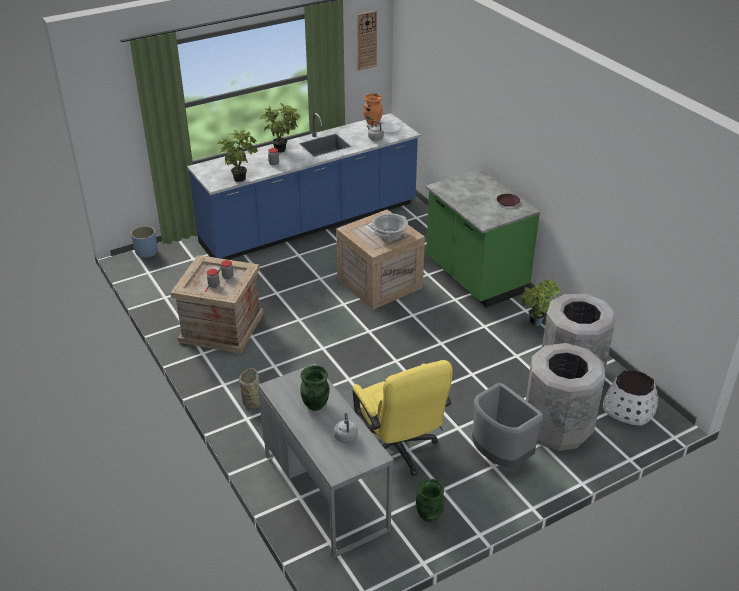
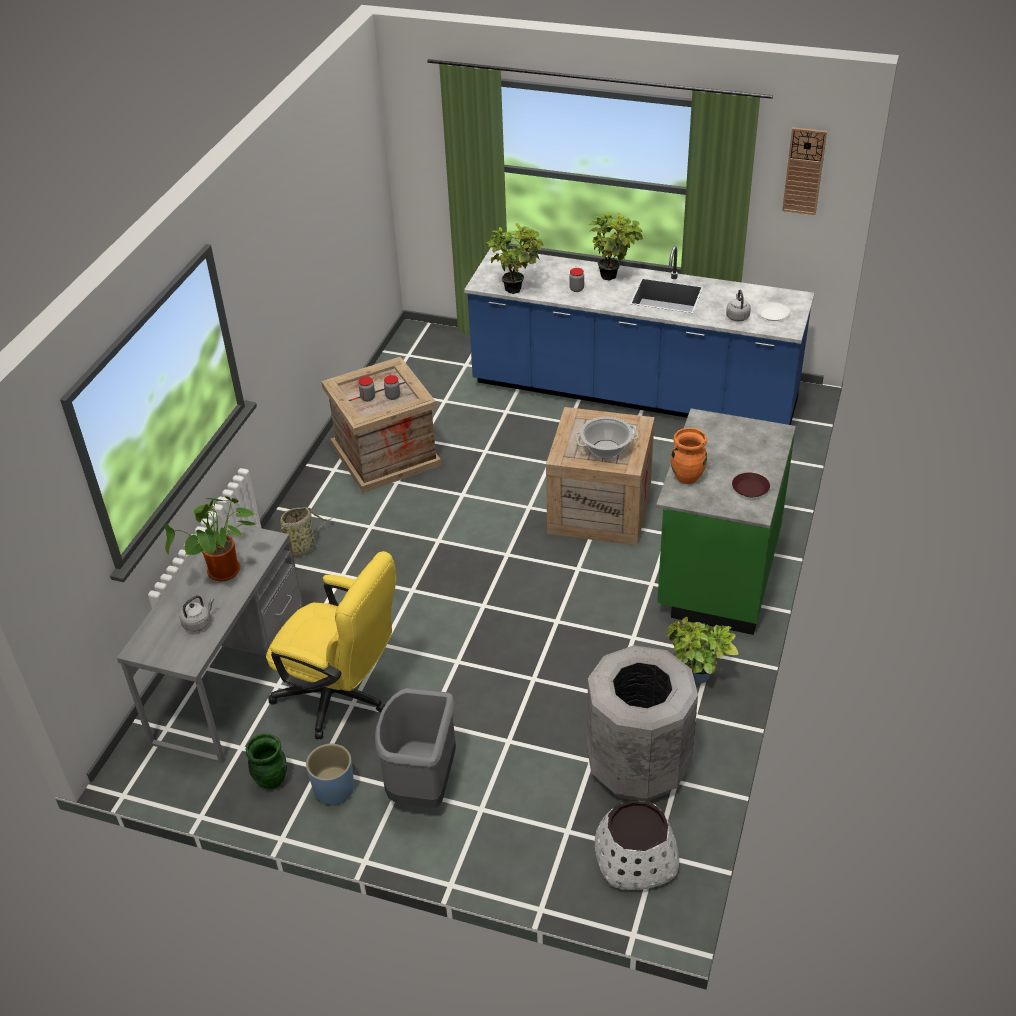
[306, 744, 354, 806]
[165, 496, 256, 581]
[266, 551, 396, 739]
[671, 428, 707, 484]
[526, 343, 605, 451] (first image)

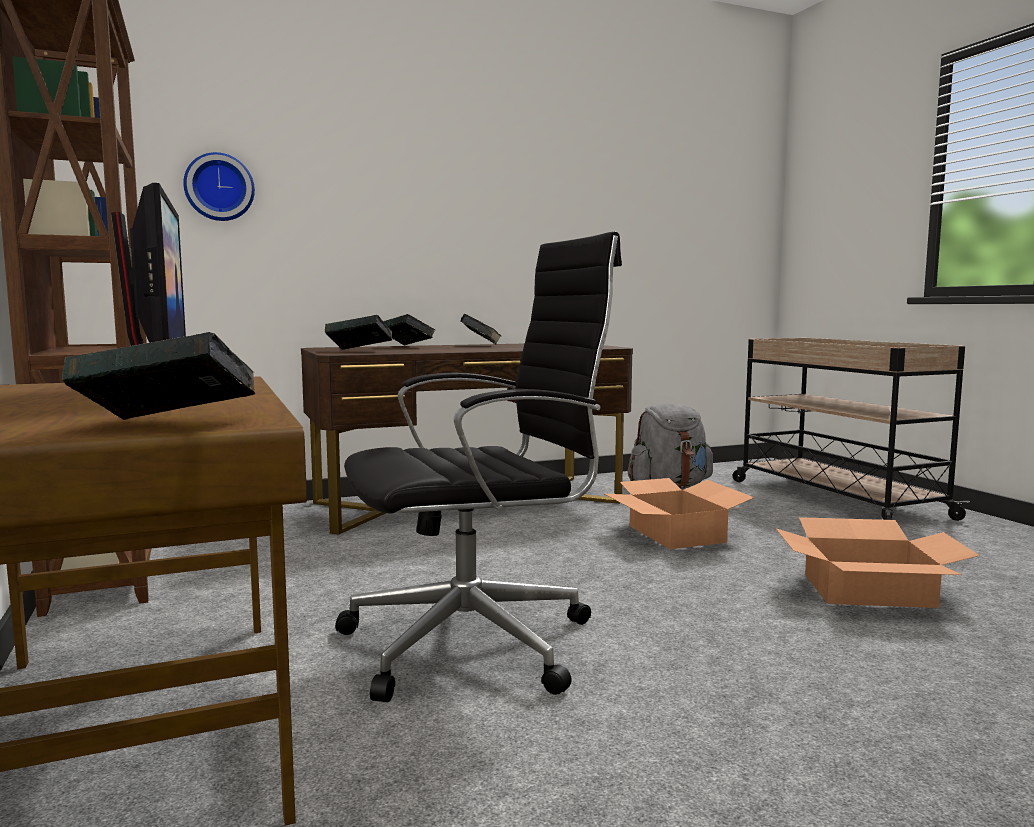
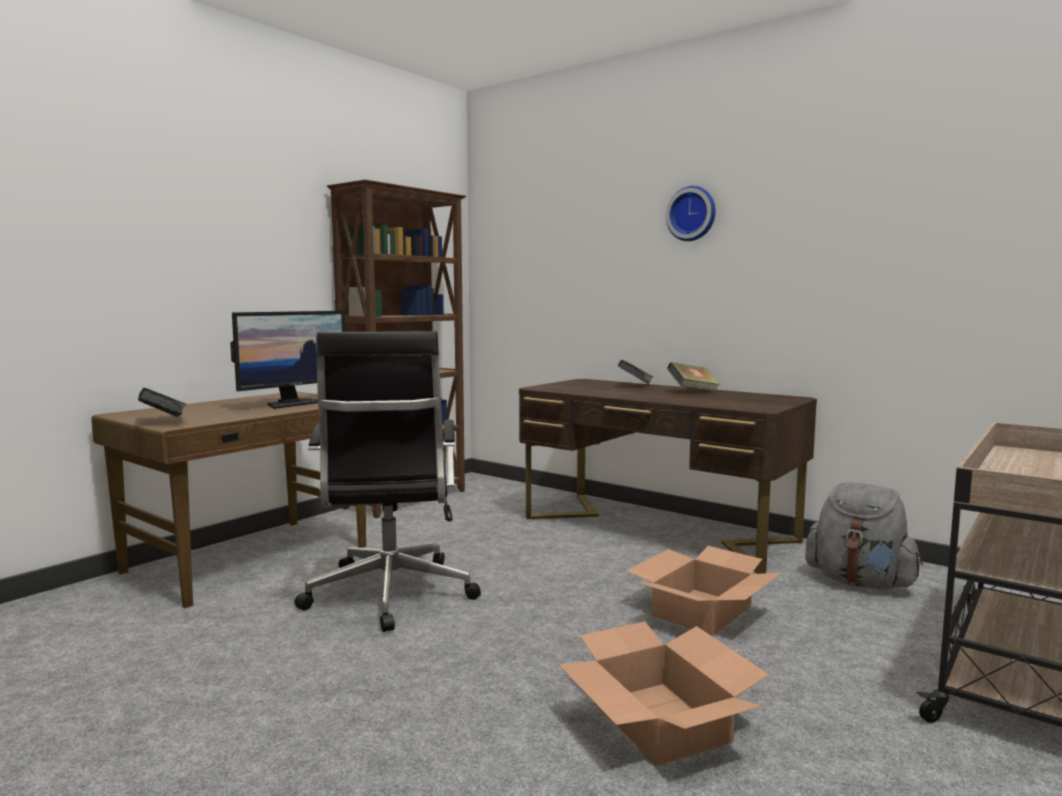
[666, 186, 716, 241]
[325, 315, 392, 350] (first image)
[294, 331, 481, 632]

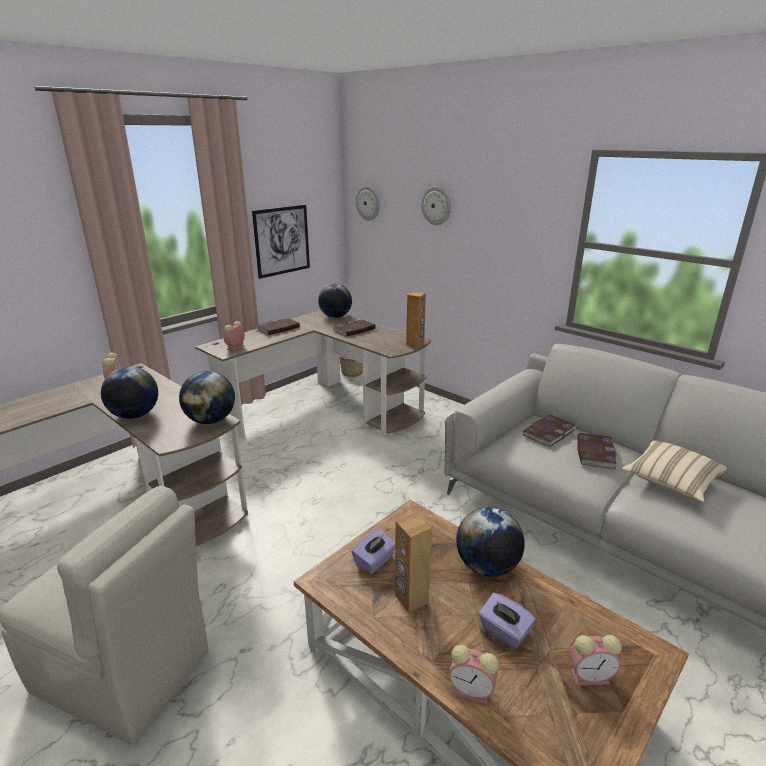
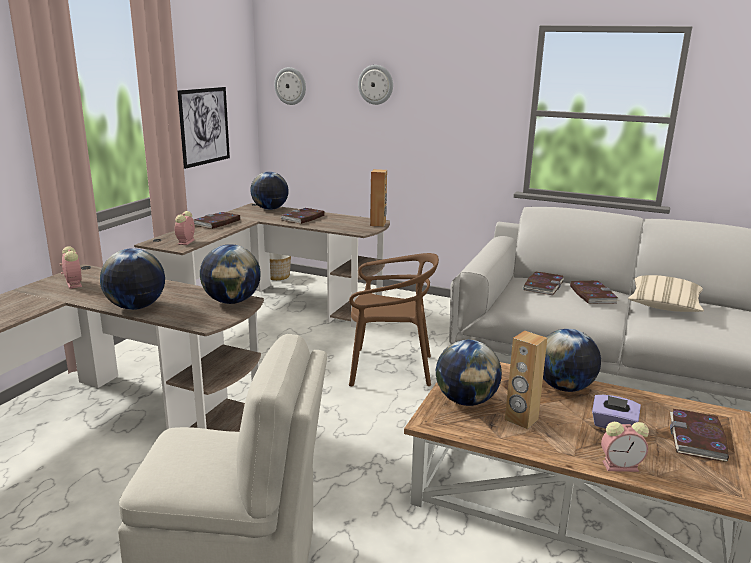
[436, 340, 502, 406]
[670, 409, 729, 462]
[349, 253, 439, 386]

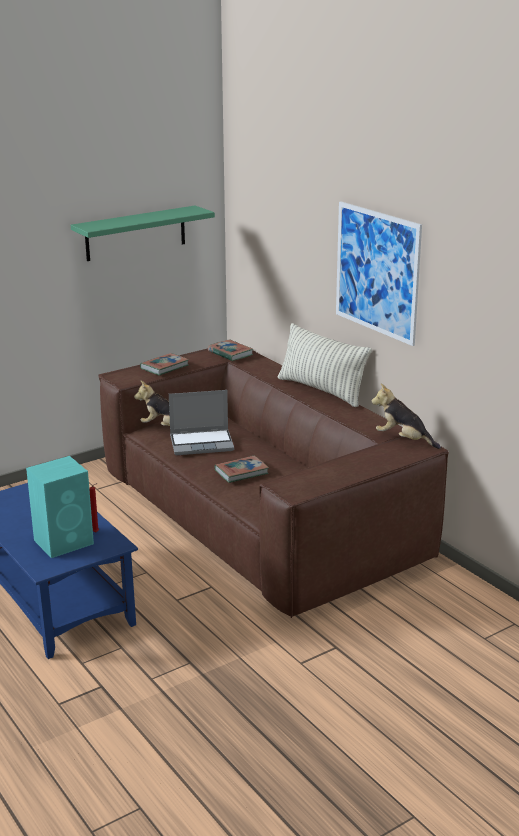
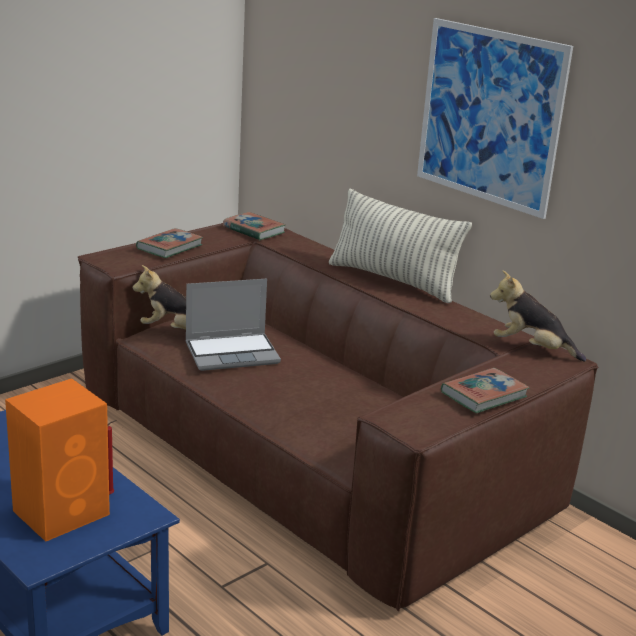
[5, 378, 110, 542]
[71, 206, 215, 261] (first image)
[441, 368, 529, 413]

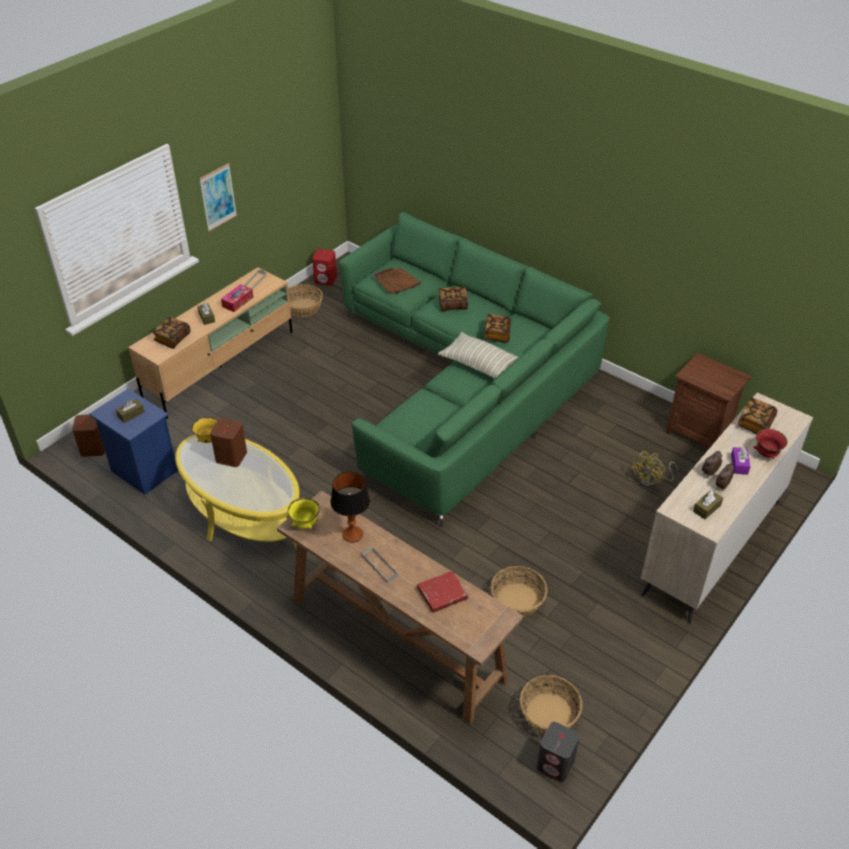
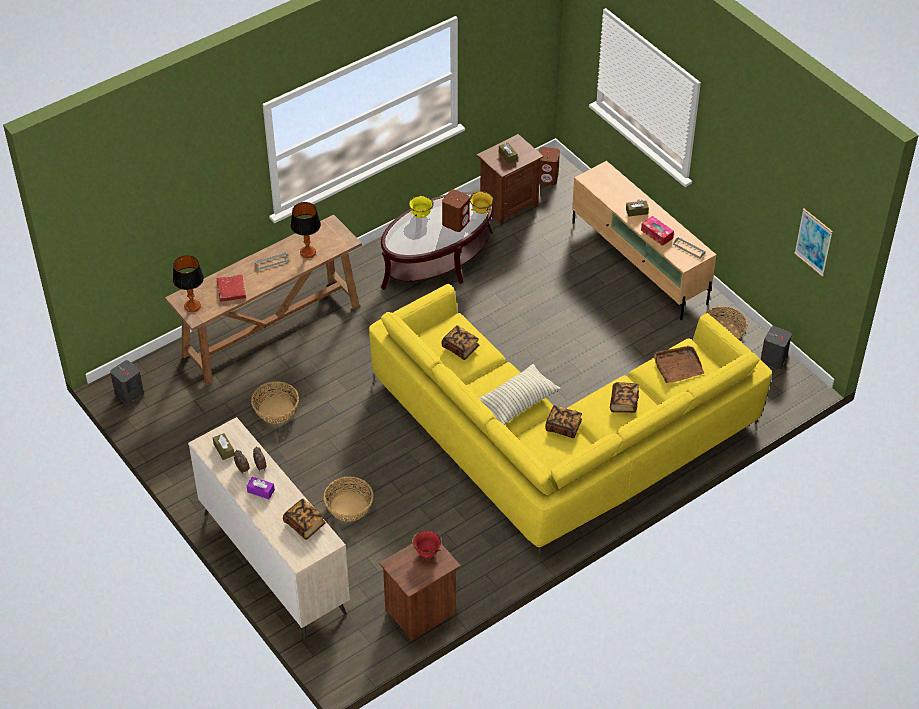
[477, 134, 543, 225]
[441, 325, 479, 360]
[381, 192, 493, 290]
[794, 208, 833, 277]
[409, 196, 434, 218]
[761, 326, 792, 369]
[369, 284, 772, 554]
[323, 477, 373, 522]
[631, 451, 678, 488] (first image)
[412, 530, 442, 560]
[173, 255, 204, 312]

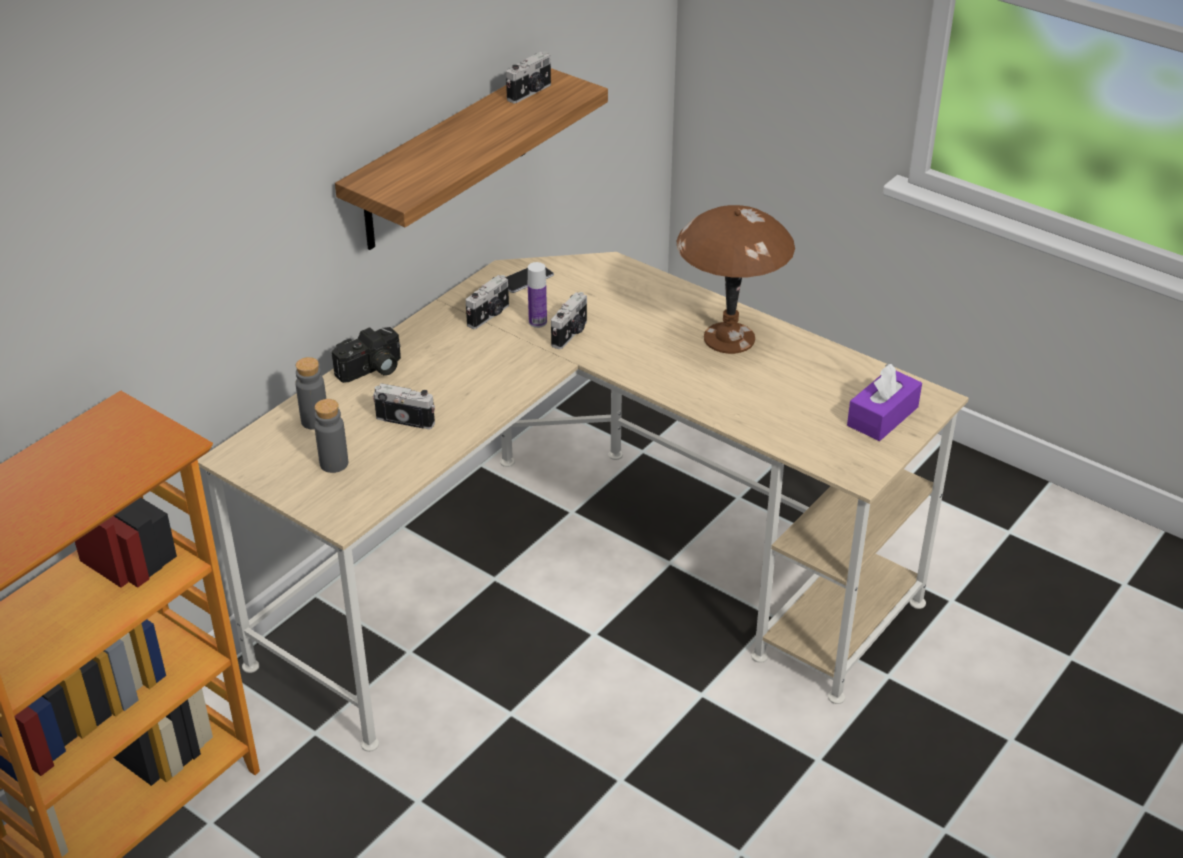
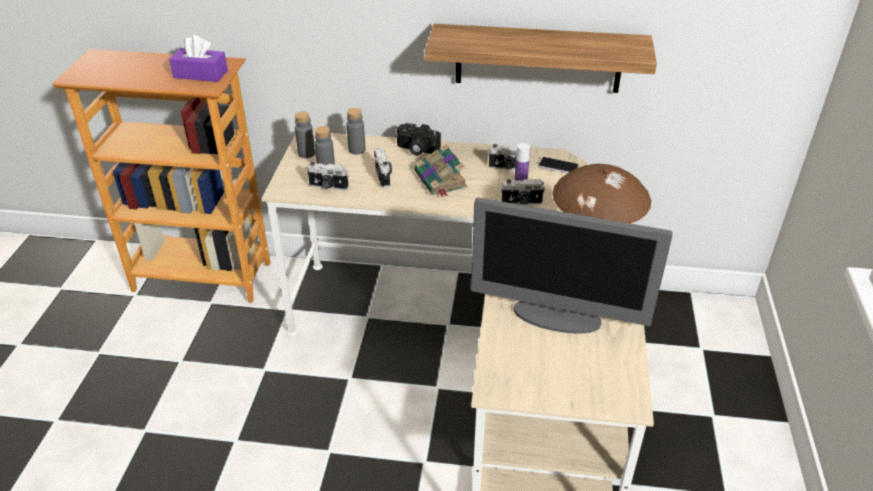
[307, 162, 349, 190]
[169, 35, 228, 82]
[295, 111, 315, 158]
[414, 144, 468, 197]
[471, 198, 673, 334]

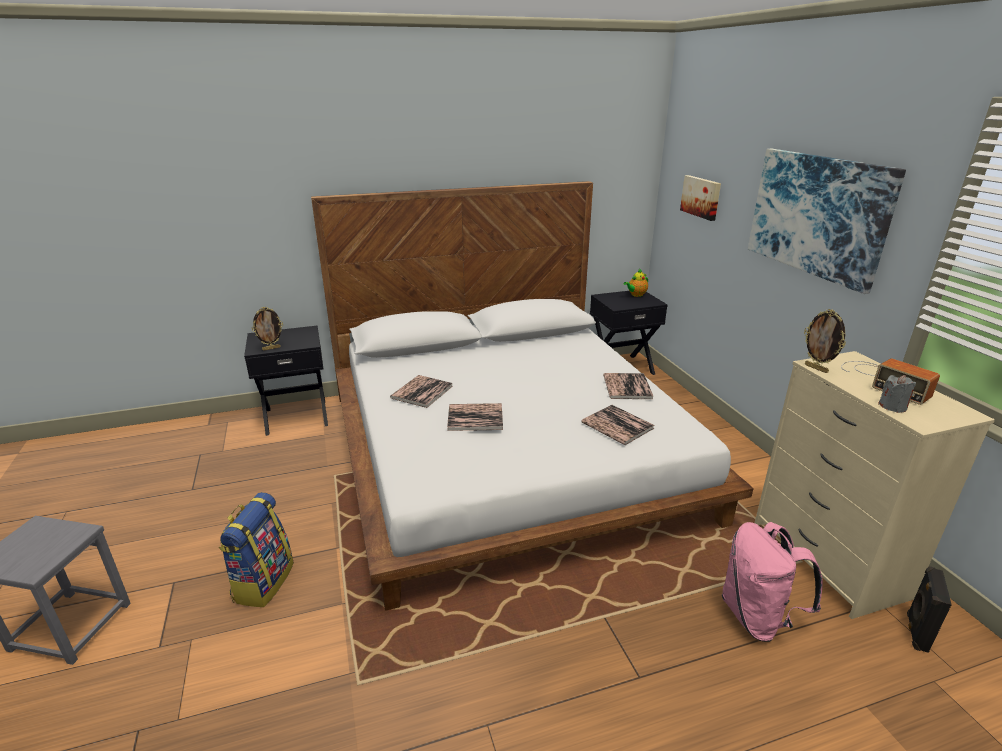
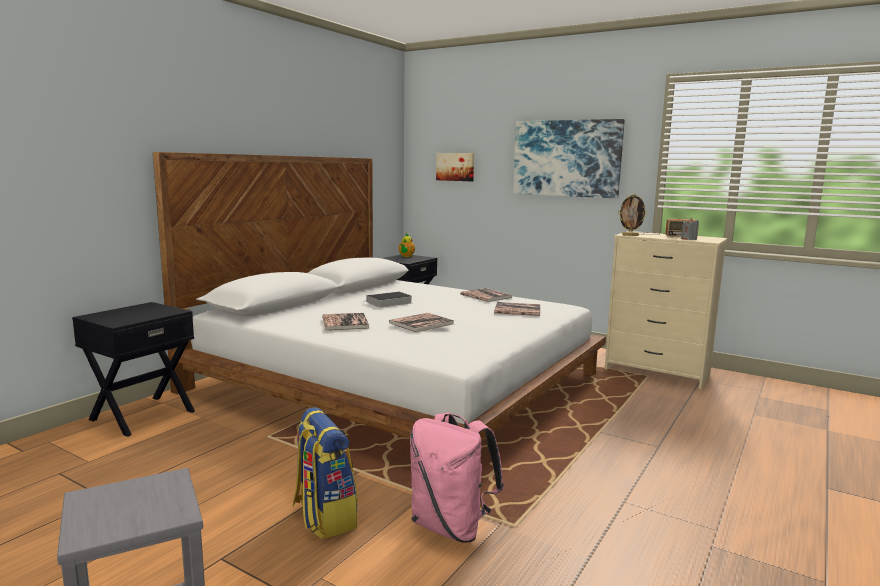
[252, 307, 283, 351] (first image)
[410, 413, 504, 543]
[907, 566, 952, 653] (first image)
[362, 292, 412, 307]

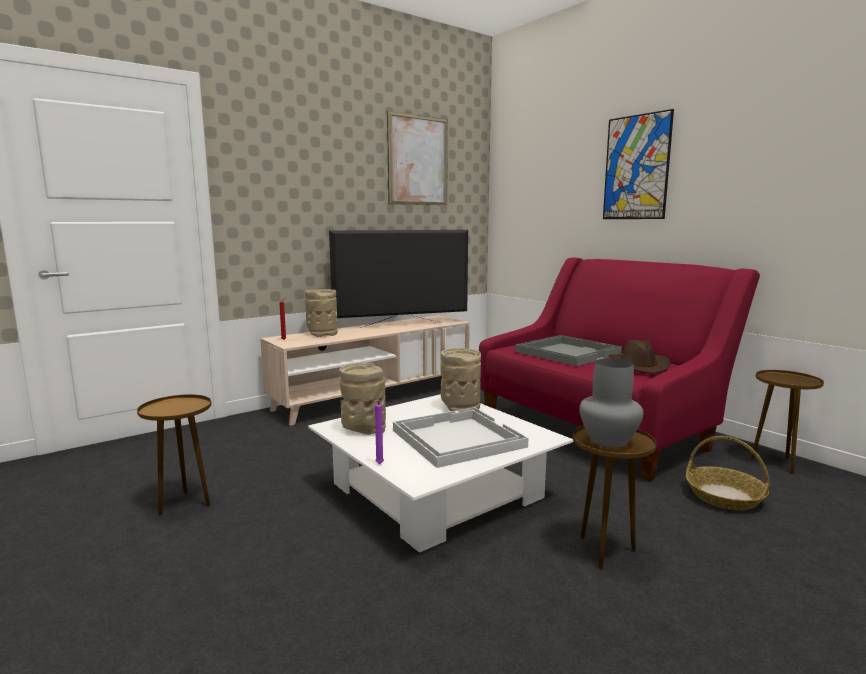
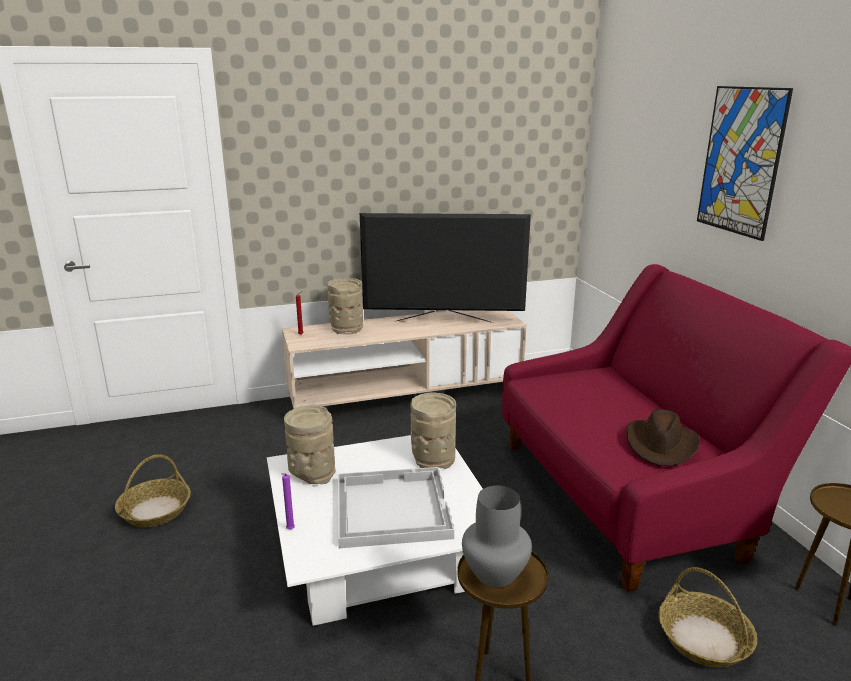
[115, 454, 191, 527]
[387, 111, 448, 205] (first image)
[515, 335, 622, 366] (first image)

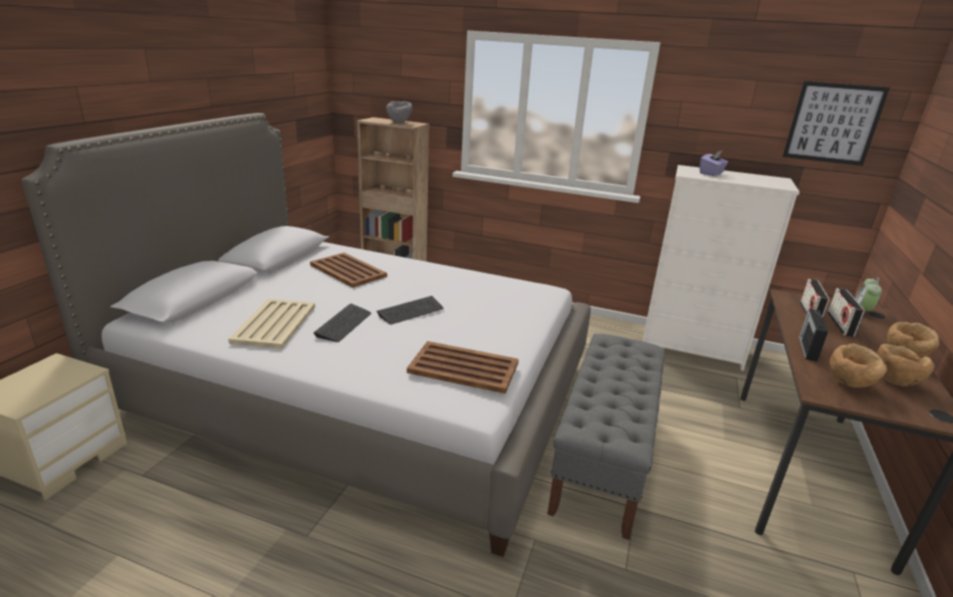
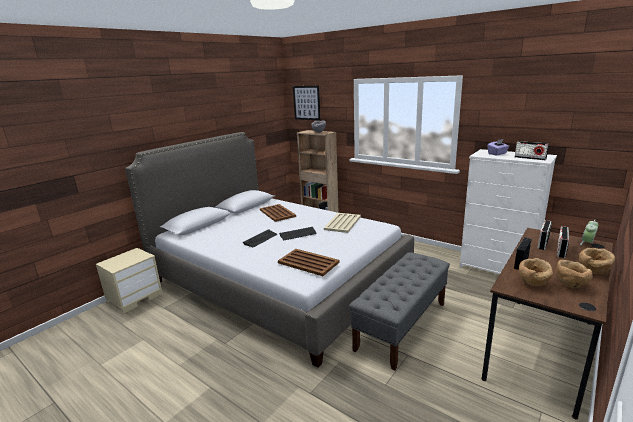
[324, 213, 361, 233]
[293, 86, 320, 120]
[515, 141, 549, 160]

